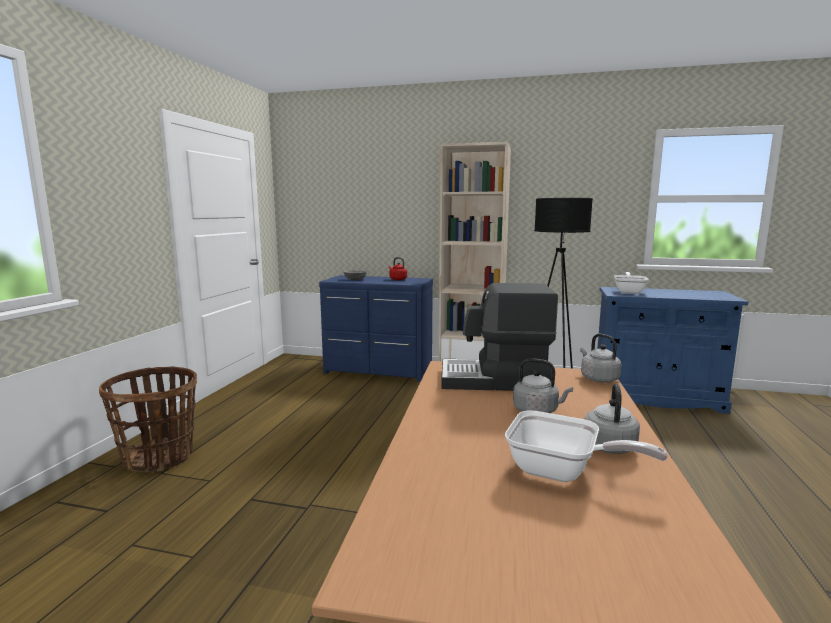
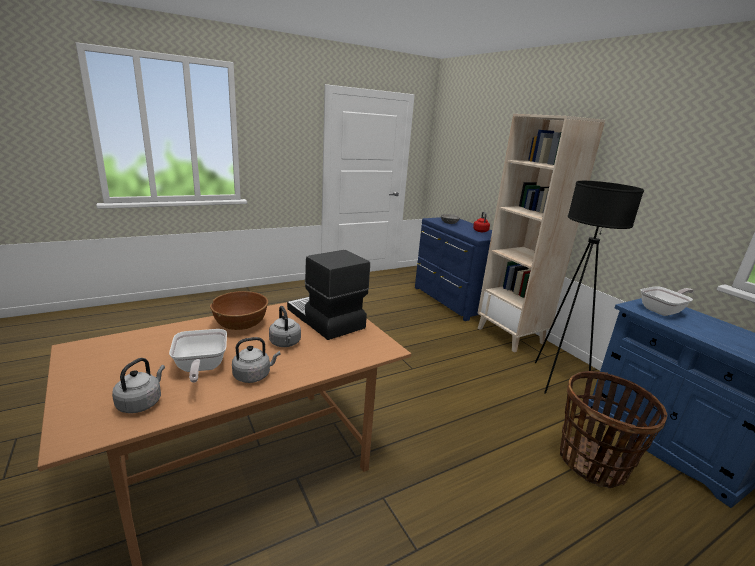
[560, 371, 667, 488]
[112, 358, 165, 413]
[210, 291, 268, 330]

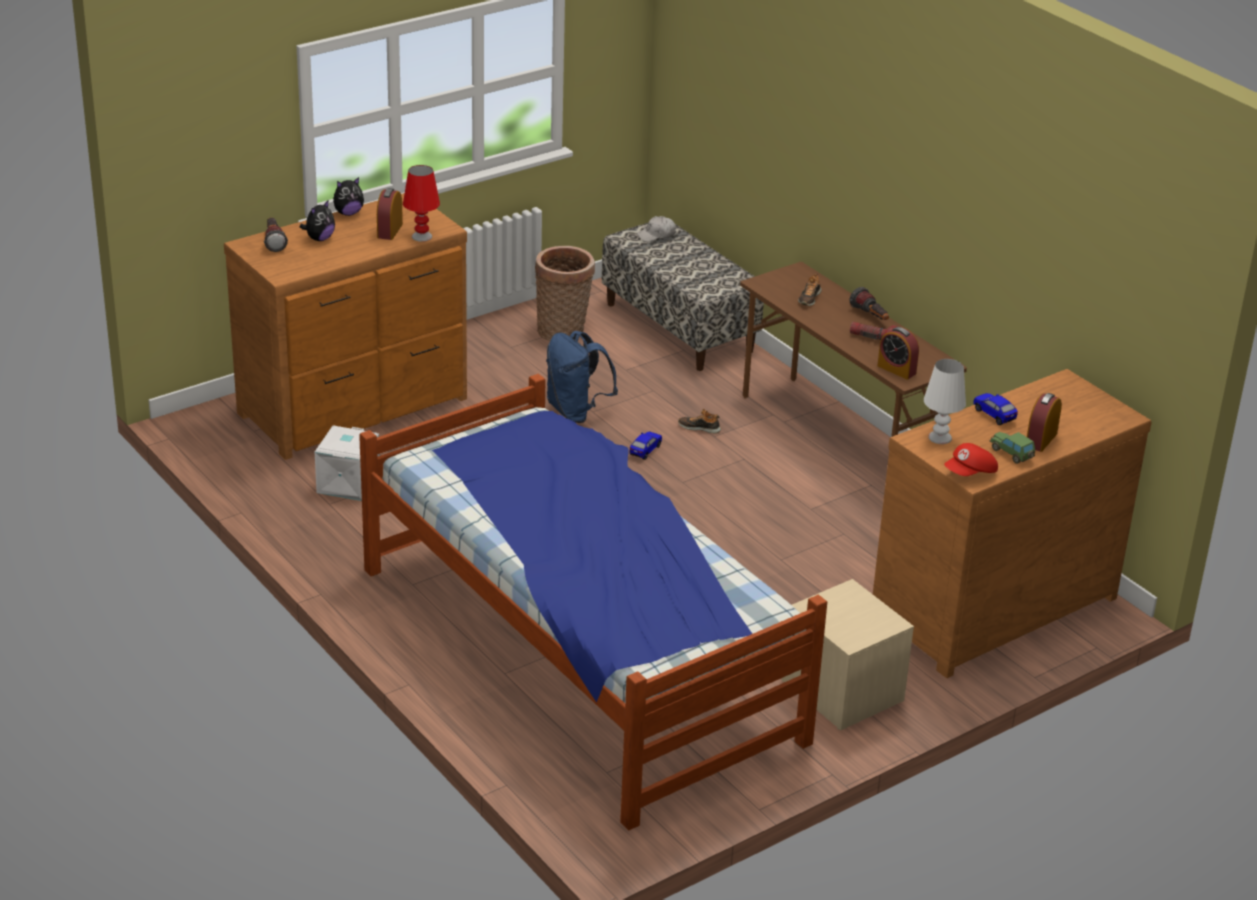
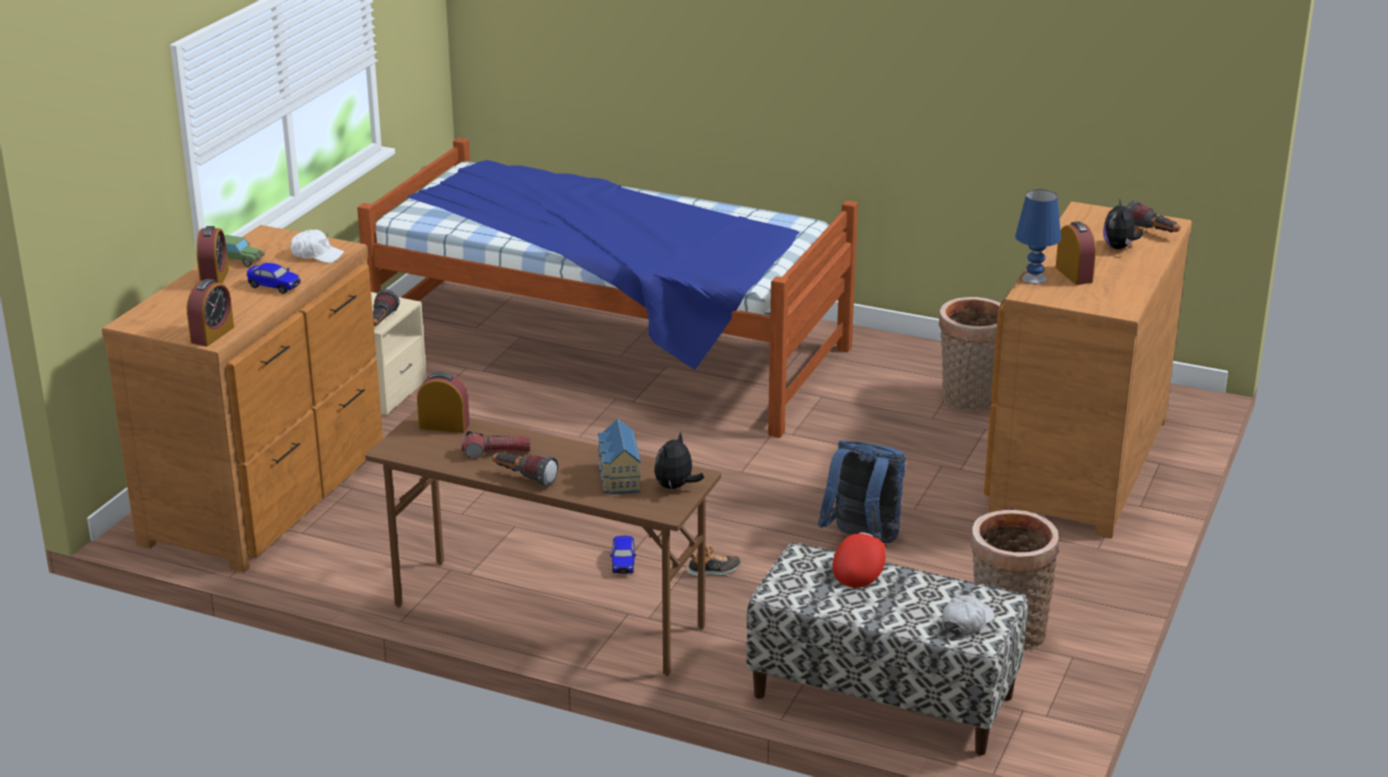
[939, 297, 1001, 411]
[654, 431, 704, 489]
[1015, 190, 1061, 284]
[610, 536, 636, 574]
[597, 419, 641, 494]
[291, 230, 344, 263]
[832, 532, 886, 588]
[187, 279, 234, 346]
[373, 289, 400, 326]

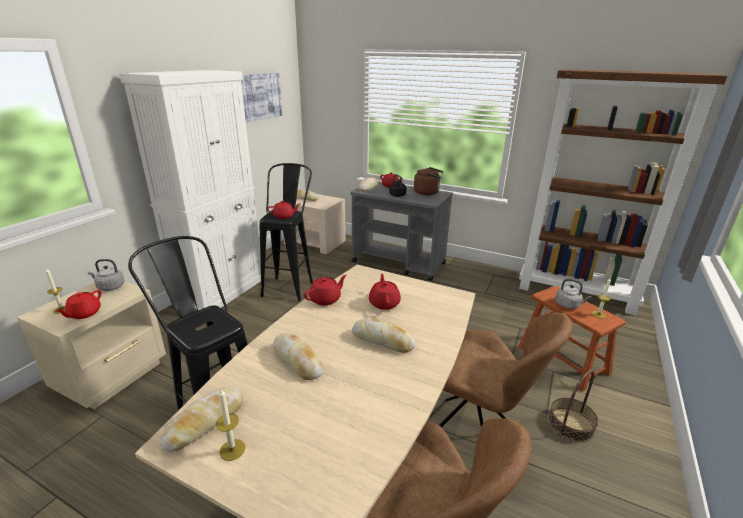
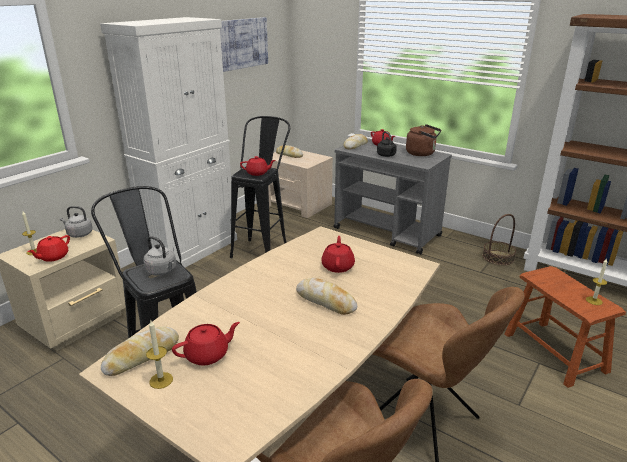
[273, 333, 324, 380] (first image)
[172, 322, 240, 366]
[482, 214, 516, 265]
[143, 236, 176, 276]

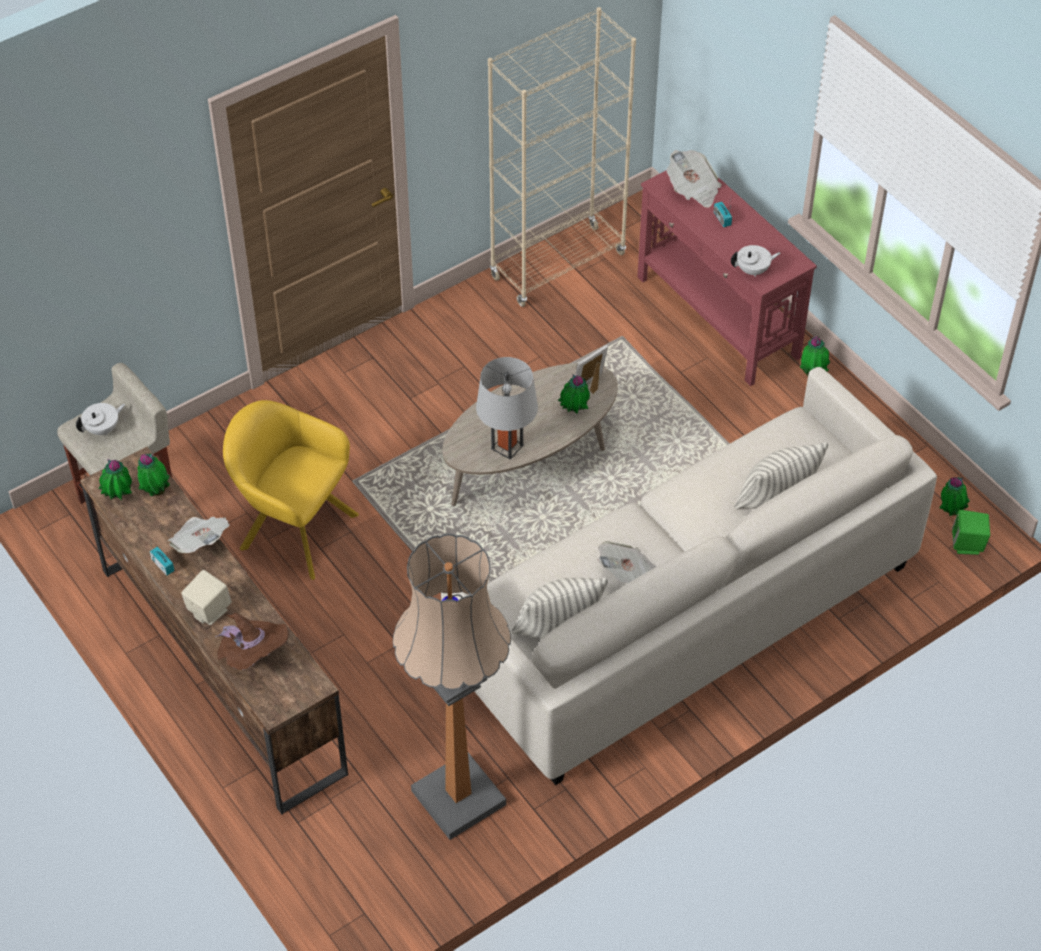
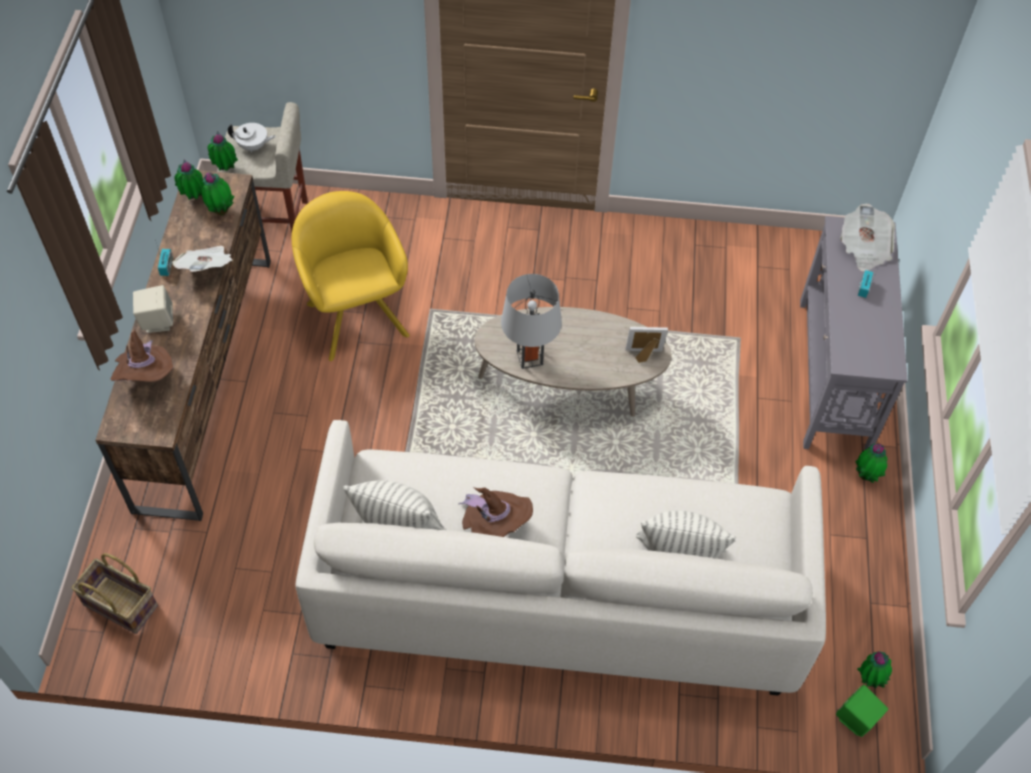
[393, 533, 511, 840] (first image)
[488, 7, 636, 307] (first image)
[207, 131, 238, 171]
[459, 487, 533, 537]
[800, 216, 908, 450]
[731, 245, 780, 277] (first image)
[72, 553, 158, 634]

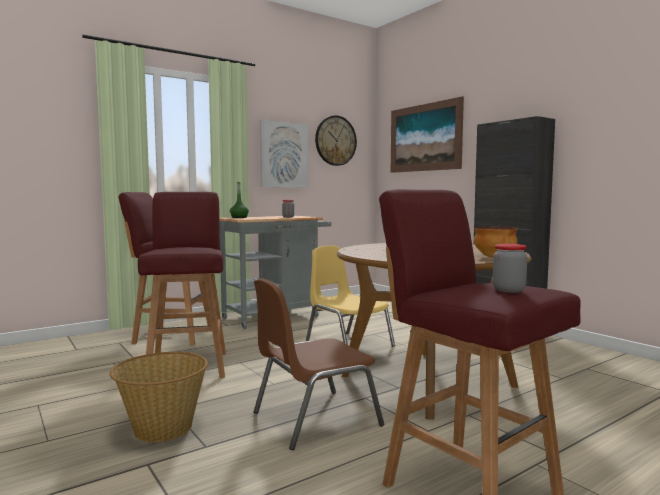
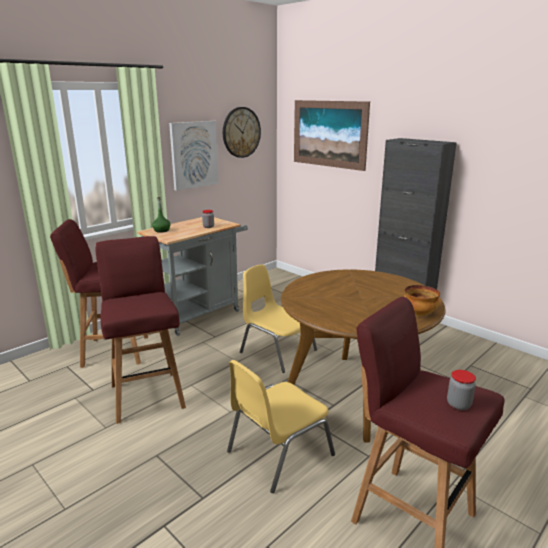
[109, 352, 208, 442] (first image)
[227, 360, 335, 493]

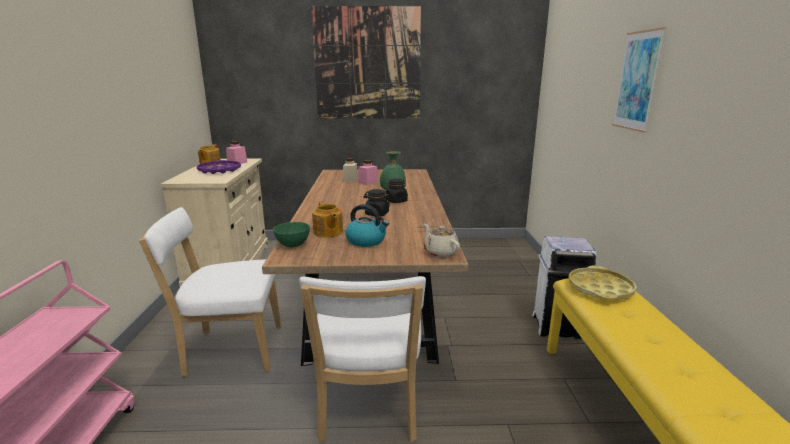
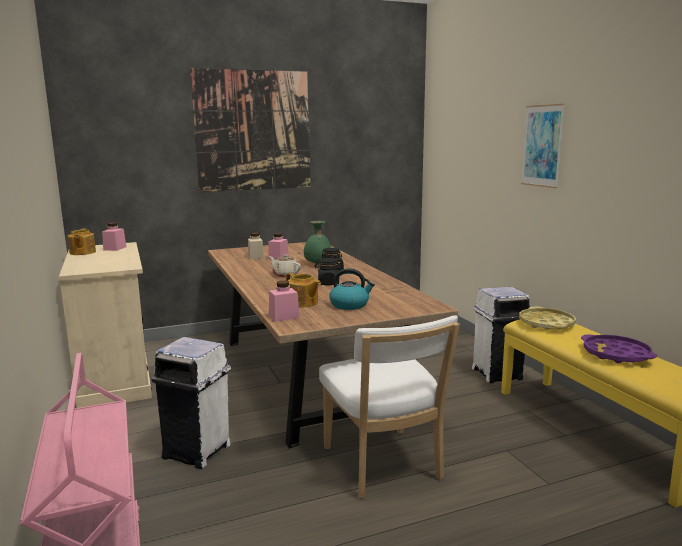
[152, 337, 231, 469]
[581, 334, 657, 363]
[269, 281, 300, 322]
[269, 255, 301, 277]

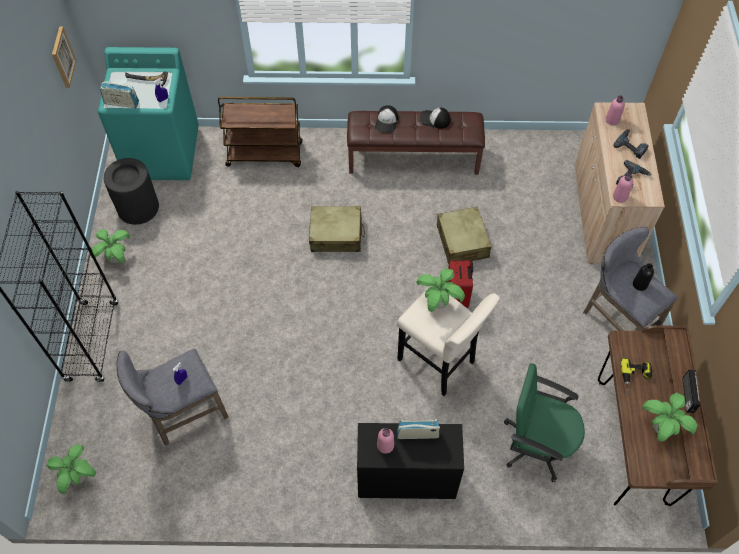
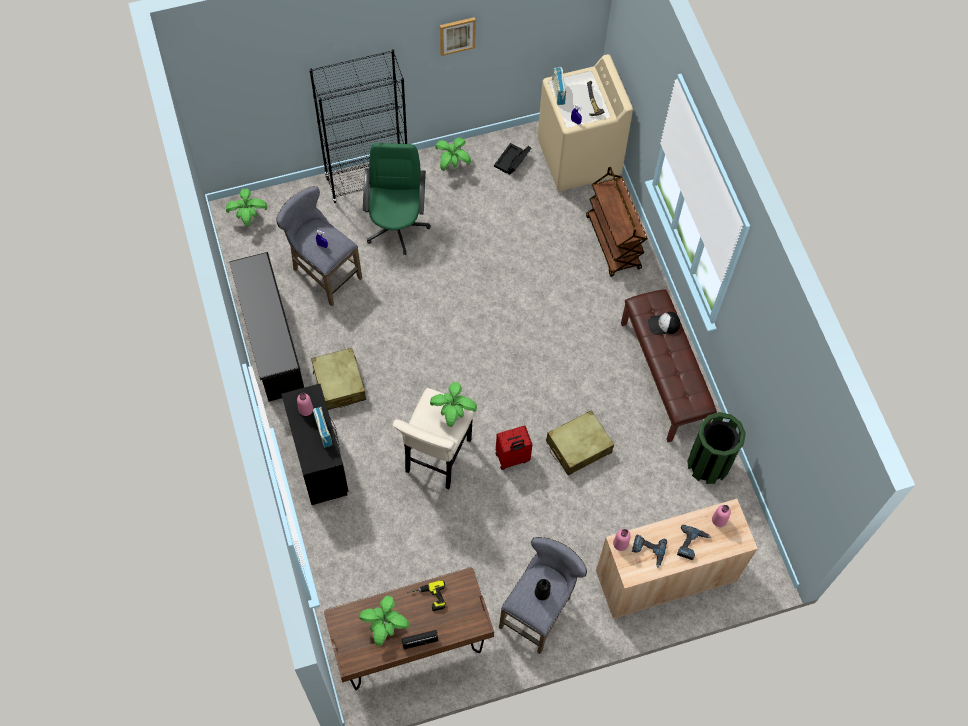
[440, 17, 476, 56]
[537, 54, 633, 191]
[494, 143, 531, 175]
[311, 348, 366, 410]
[420, 108, 450, 129] (first image)
[363, 143, 431, 255]
[229, 252, 304, 402]
[687, 412, 746, 484]

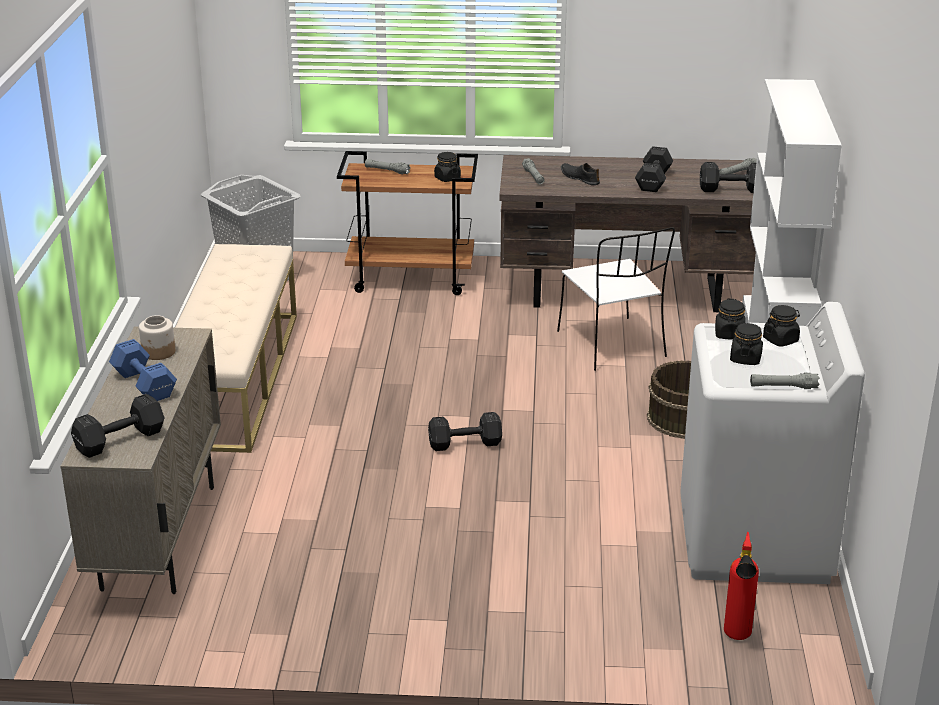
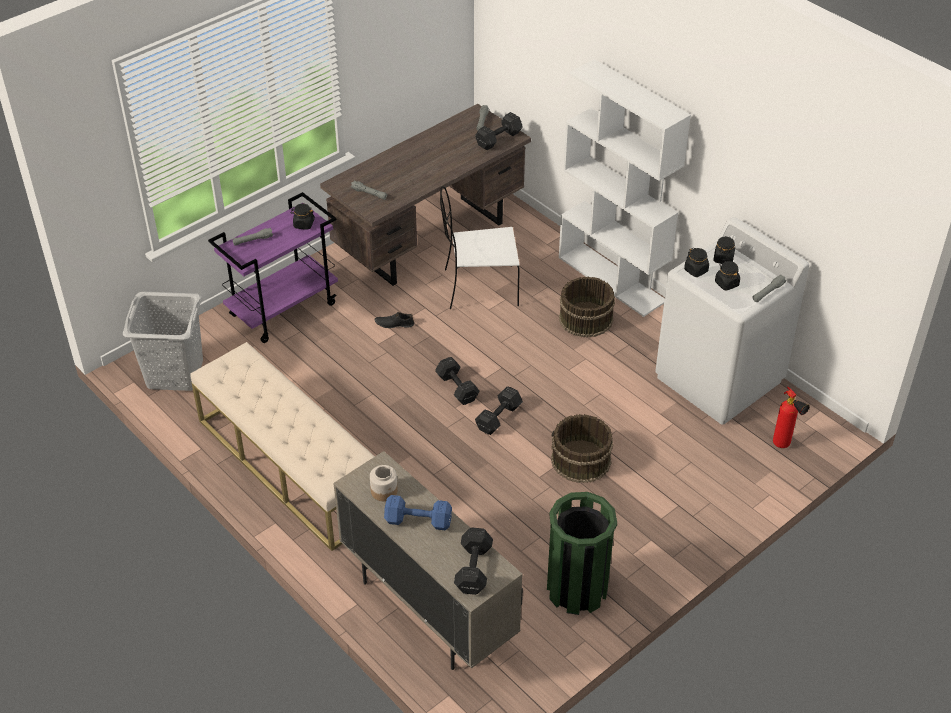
[208, 192, 338, 343]
[440, 186, 520, 309]
[374, 312, 414, 328]
[435, 357, 479, 405]
[547, 492, 617, 615]
[551, 414, 613, 483]

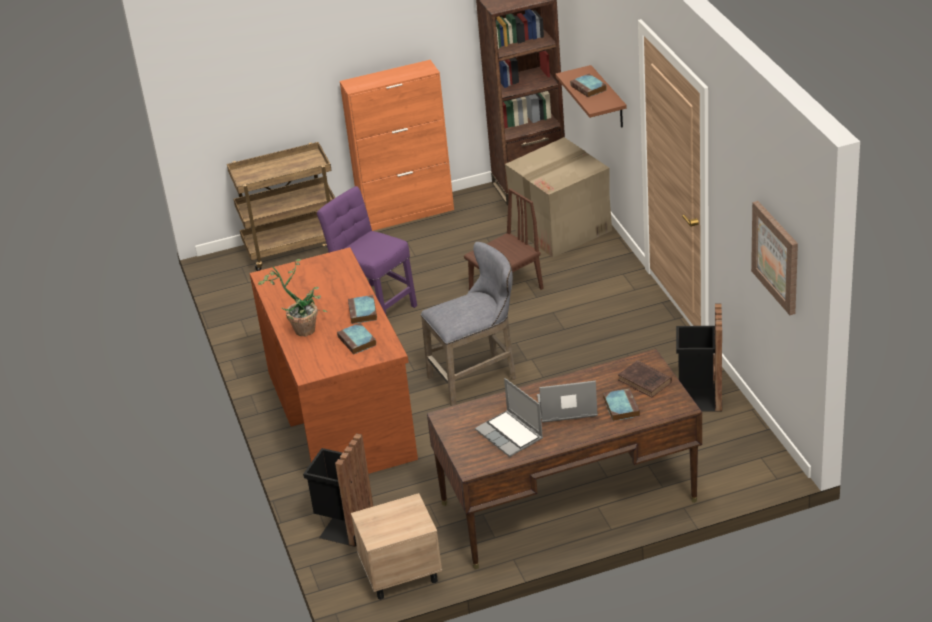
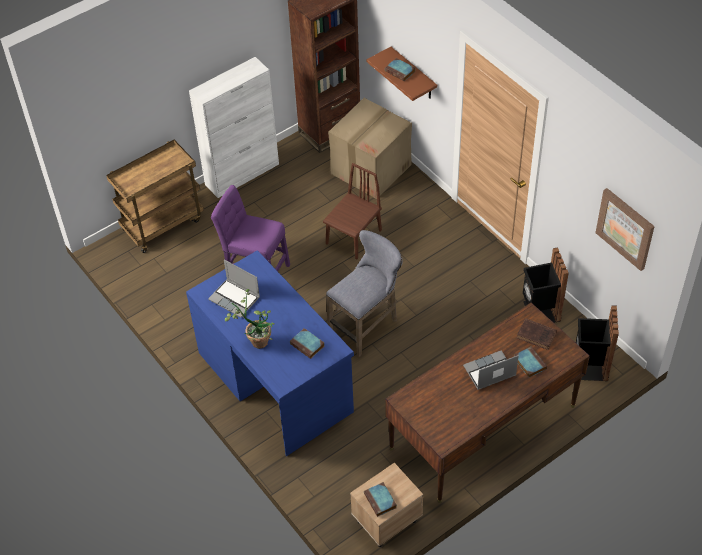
[186, 250, 354, 456]
[576, 305, 619, 381]
[189, 57, 279, 198]
[364, 482, 397, 517]
[208, 259, 260, 318]

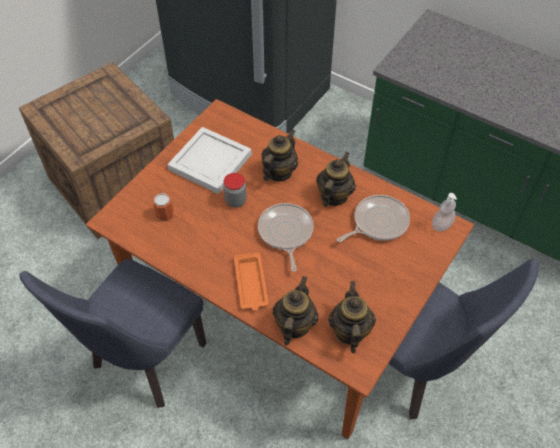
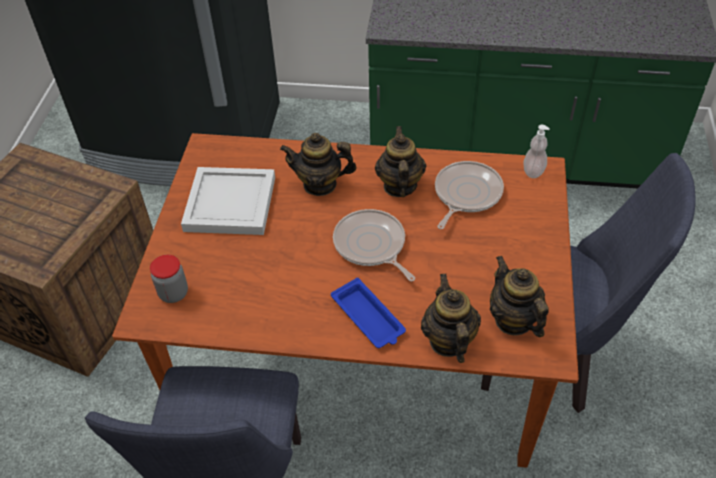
[153, 193, 174, 221] (first image)
[150, 255, 188, 303]
[331, 278, 406, 348]
[280, 133, 357, 196]

